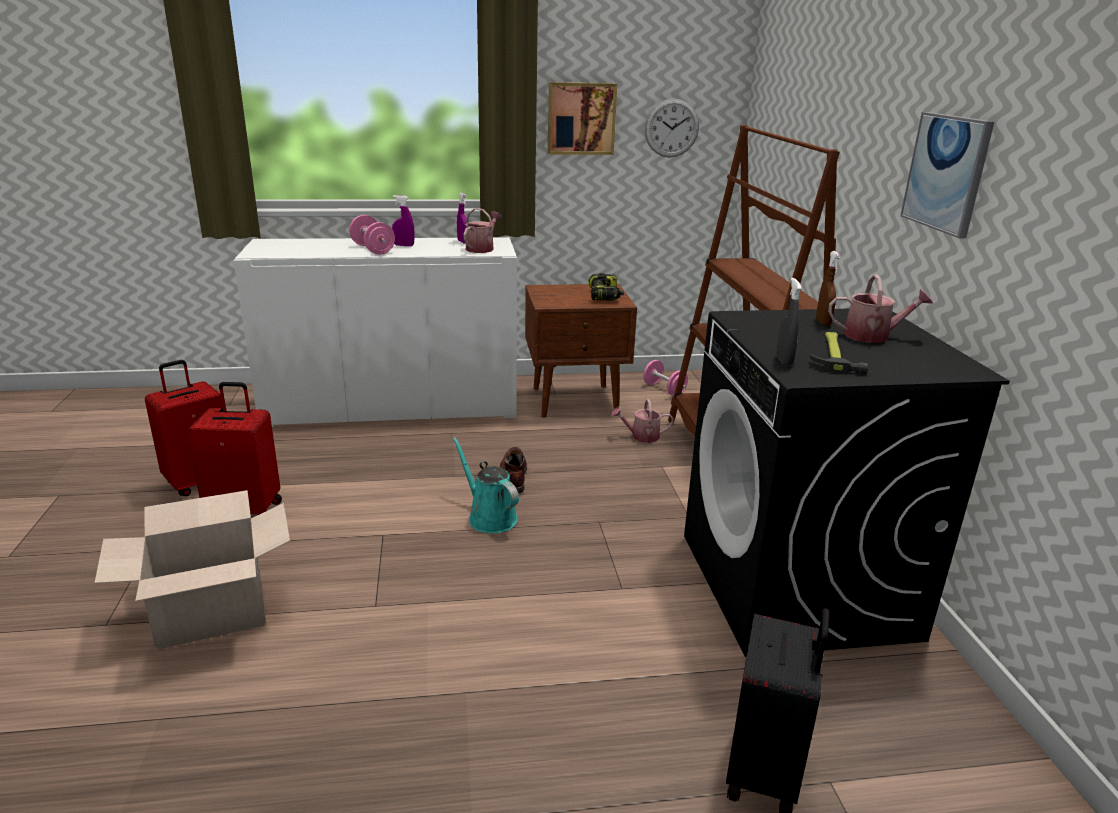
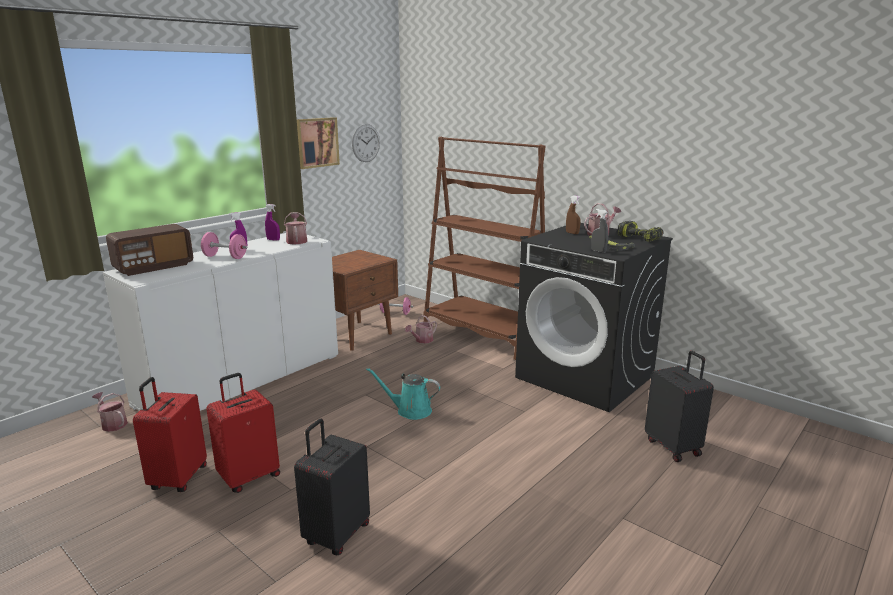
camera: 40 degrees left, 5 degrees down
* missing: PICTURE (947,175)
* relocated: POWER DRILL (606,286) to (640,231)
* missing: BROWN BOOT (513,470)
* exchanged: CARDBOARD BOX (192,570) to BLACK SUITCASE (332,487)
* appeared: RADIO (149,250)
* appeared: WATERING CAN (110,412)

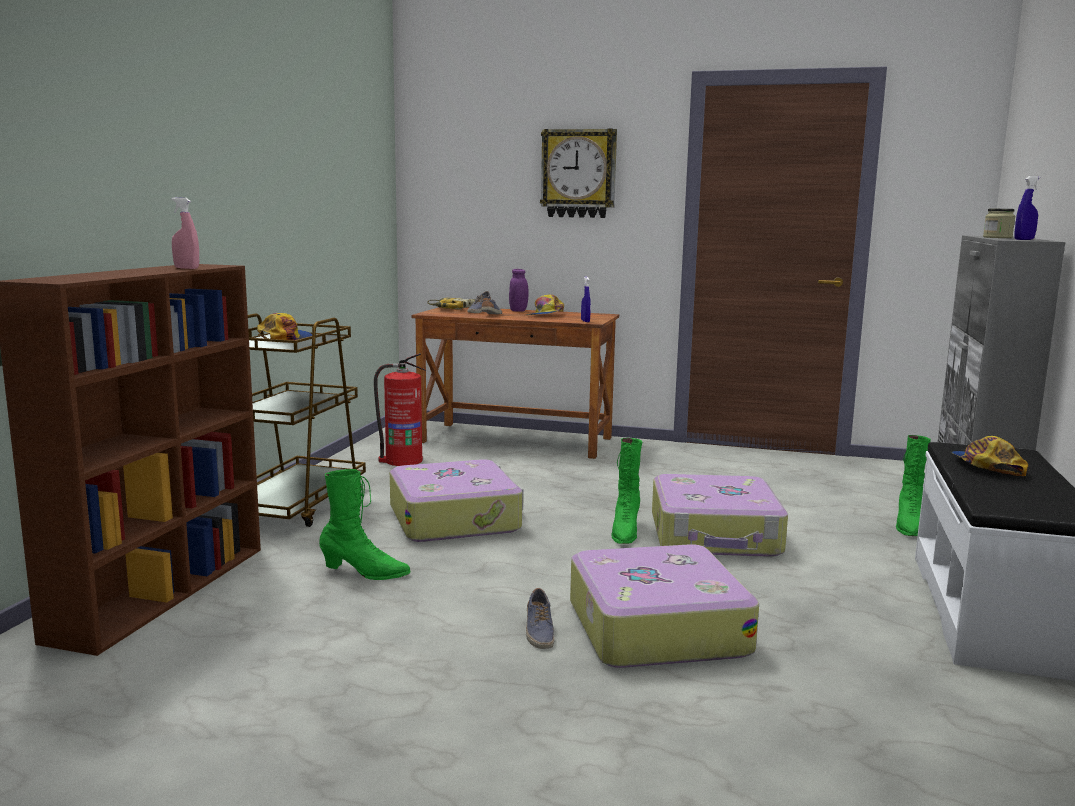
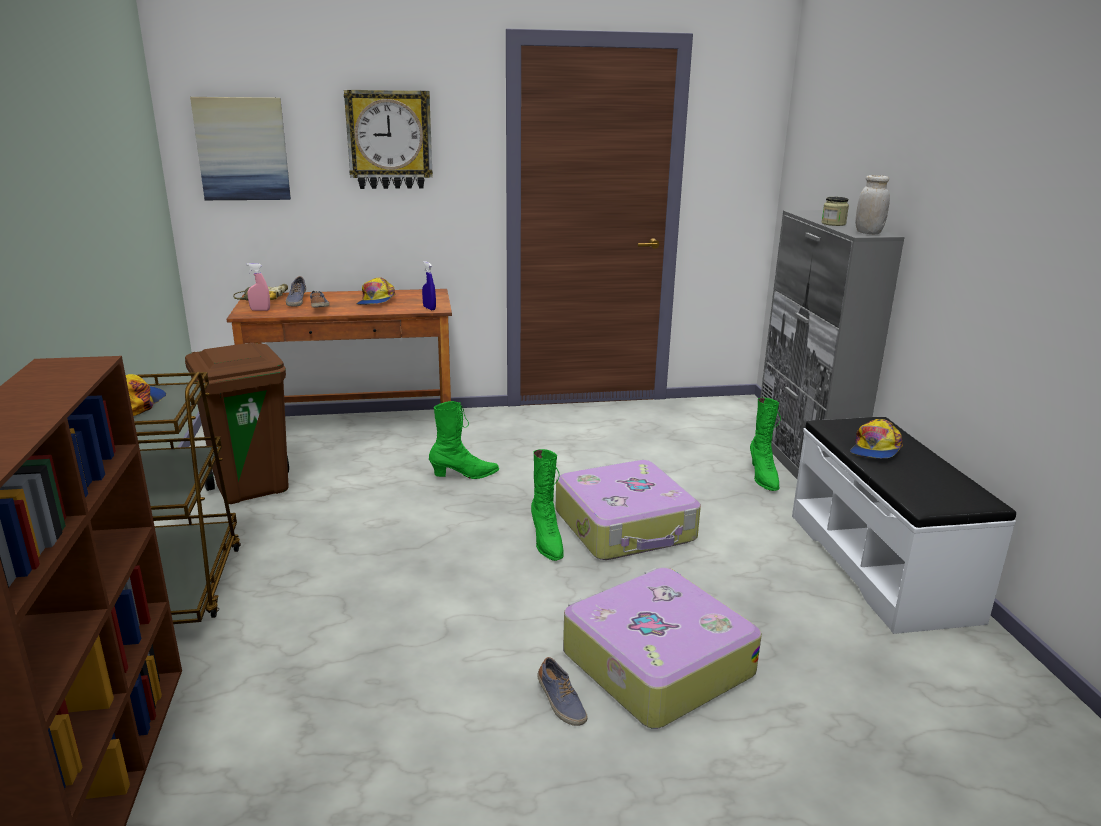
camera: 25 degrees left, 10 degrees up
* exchanged: BLUE SPRAY BOTTLE (1027,208) to WHITE JAR (872,204)
* relocated: PINK SPRAY BOTTLE (185,233) to (258,287)
* missing: PURPLE JAR (519,290)
* exchanged: FIRE EXTINGUISHER (400,409) to BROWN TRASH CAN (237,423)
* spun: CAP (990,456) = (876,438) 120 degrees counterclockwise
* missing: SUITCASE (457,500)
* relocated: GREEN BOOT (364,524) to (464,440)
* appeared: PICTURE (240,148)

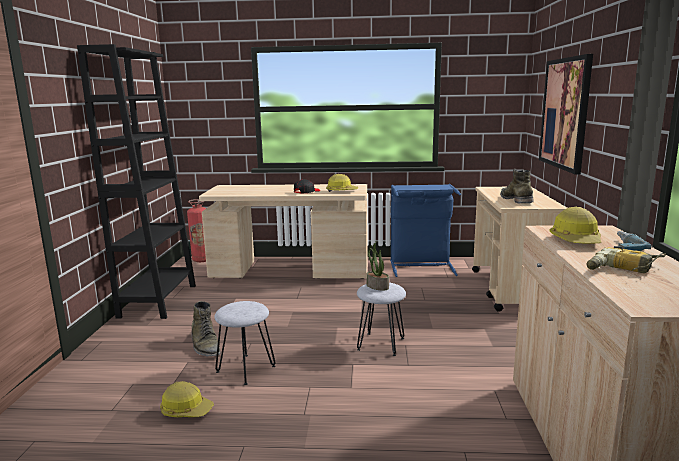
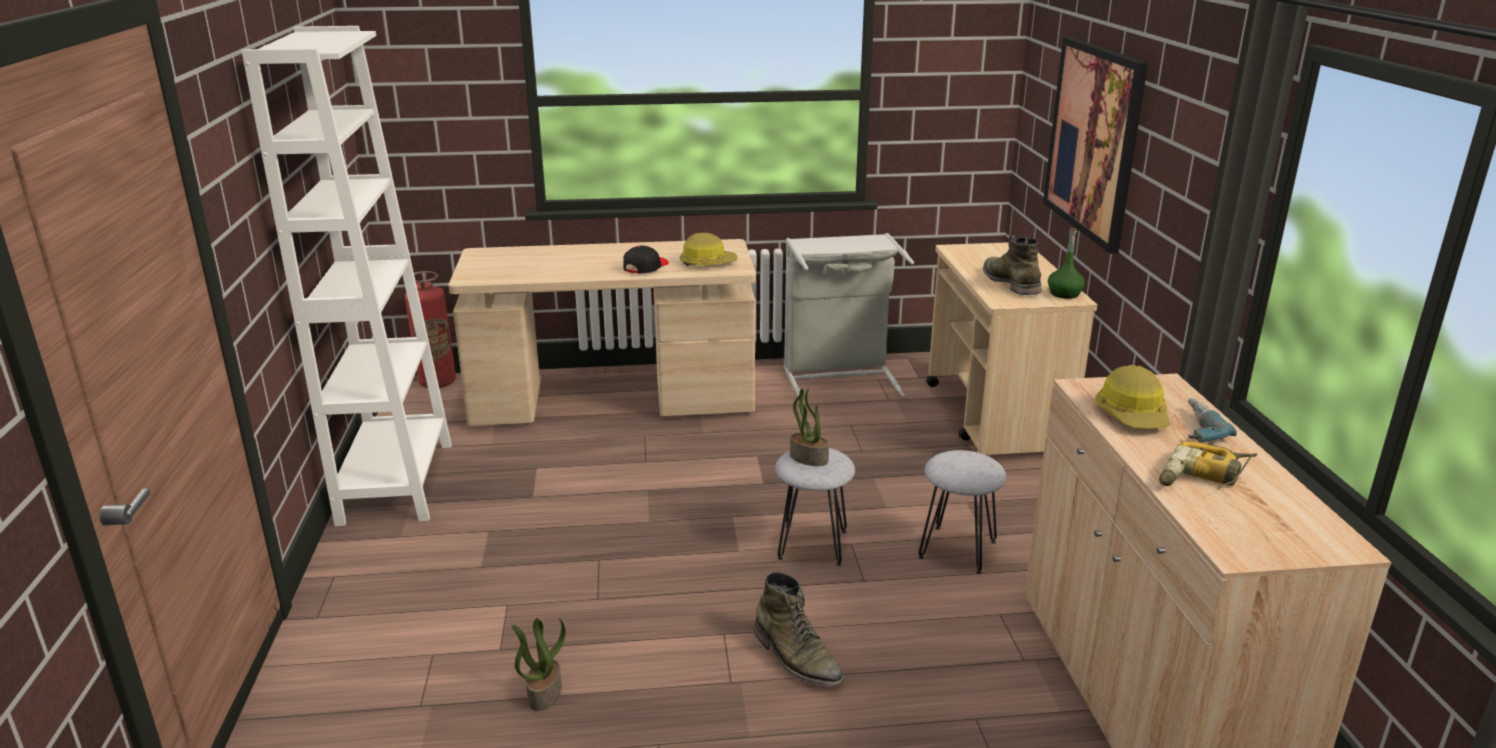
camera: 10 degrees left, 10 degrees up
* colour: BLACK BOOKCASE (136,181) to WHITE BOOKCASE (347,276)
* colour: BLUE LAUNDRY BASKET (425,230) to GREY LAUNDRY BASKET (849,318)
* relocated: GREEN BOOT (206,328) to (798,629)
* relocated: GREY STOOL (245,343) to (962,512)
* exchanged: HARD HAT (187,399) to POTTED PLANT (539,664)
* appeared: GREEN BOTTLE (1066,263)

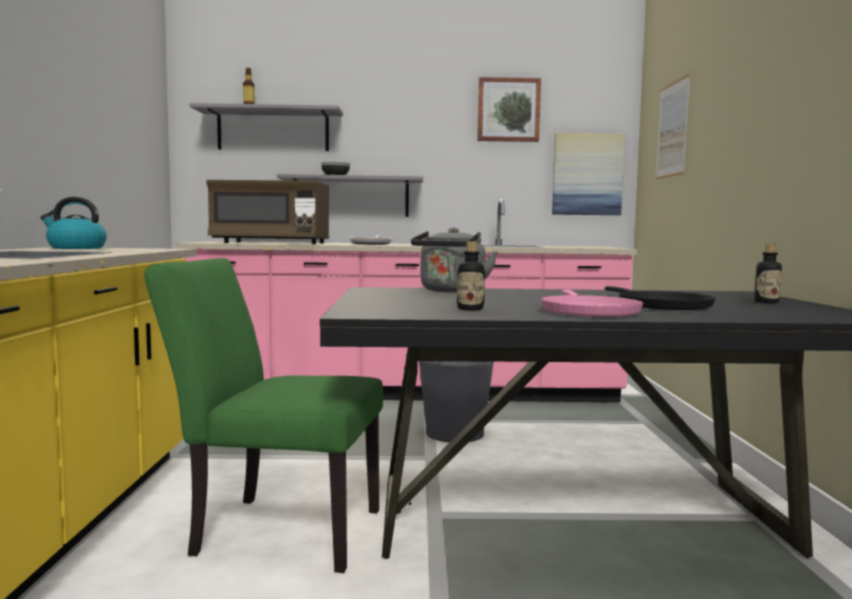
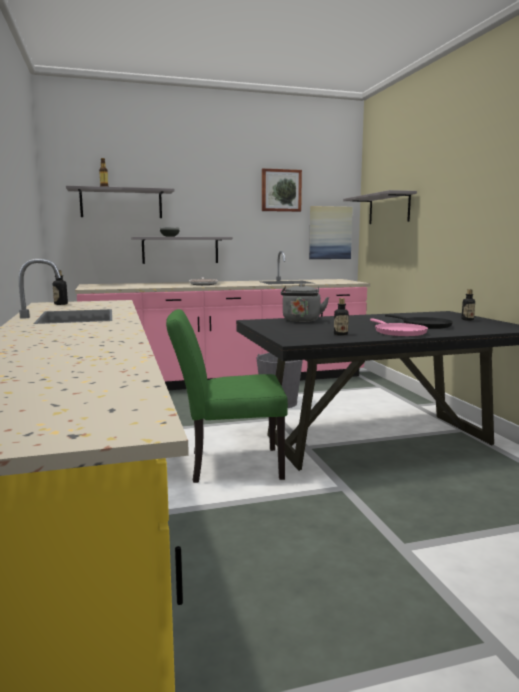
camera: 15 degrees left, 5 degrees up
* exchanged: PICTURE (673,126) to GREY SHELF (380,207)
* missing: BROWN MICROWAVE (268,212)
* exchanged: KETTLE (74,223) to BOTTLE (60,287)

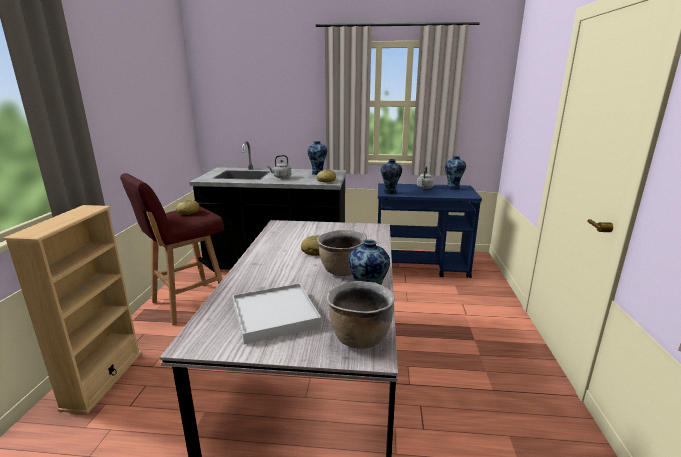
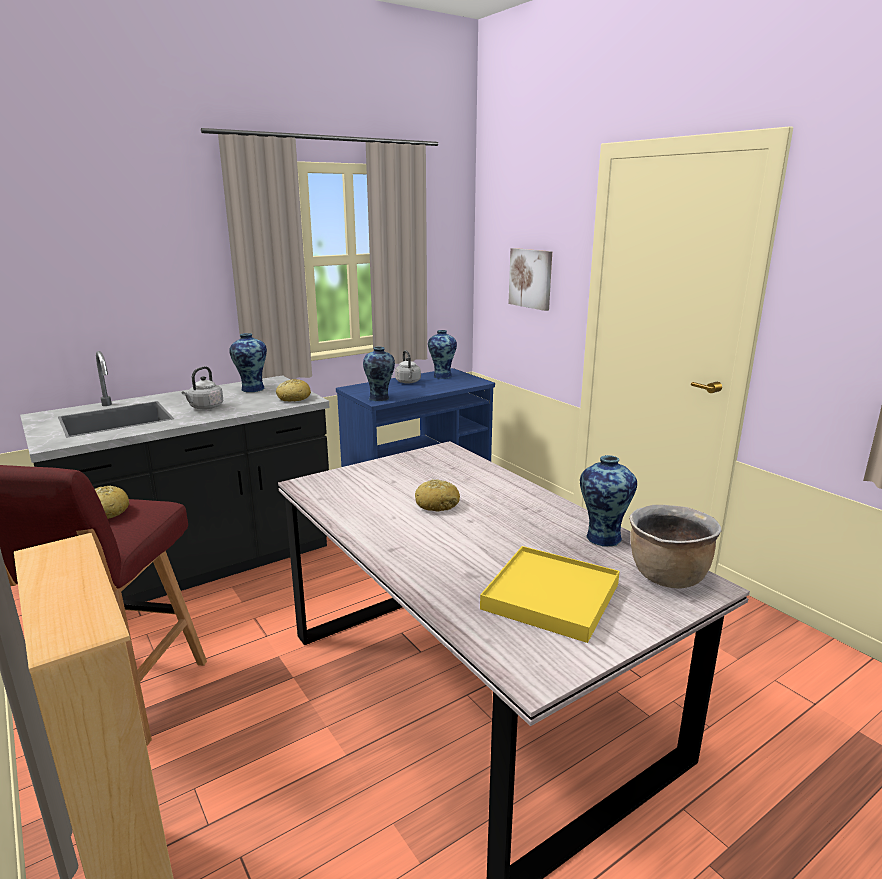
camera: 40 degrees left, 0 degrees up
* missing: BROWN COOKING POT (342,253)
* colour: WHITE TRAY (277,313) to YELLOW TRAY (550,594)
* appeared: PICTURE (530,279)

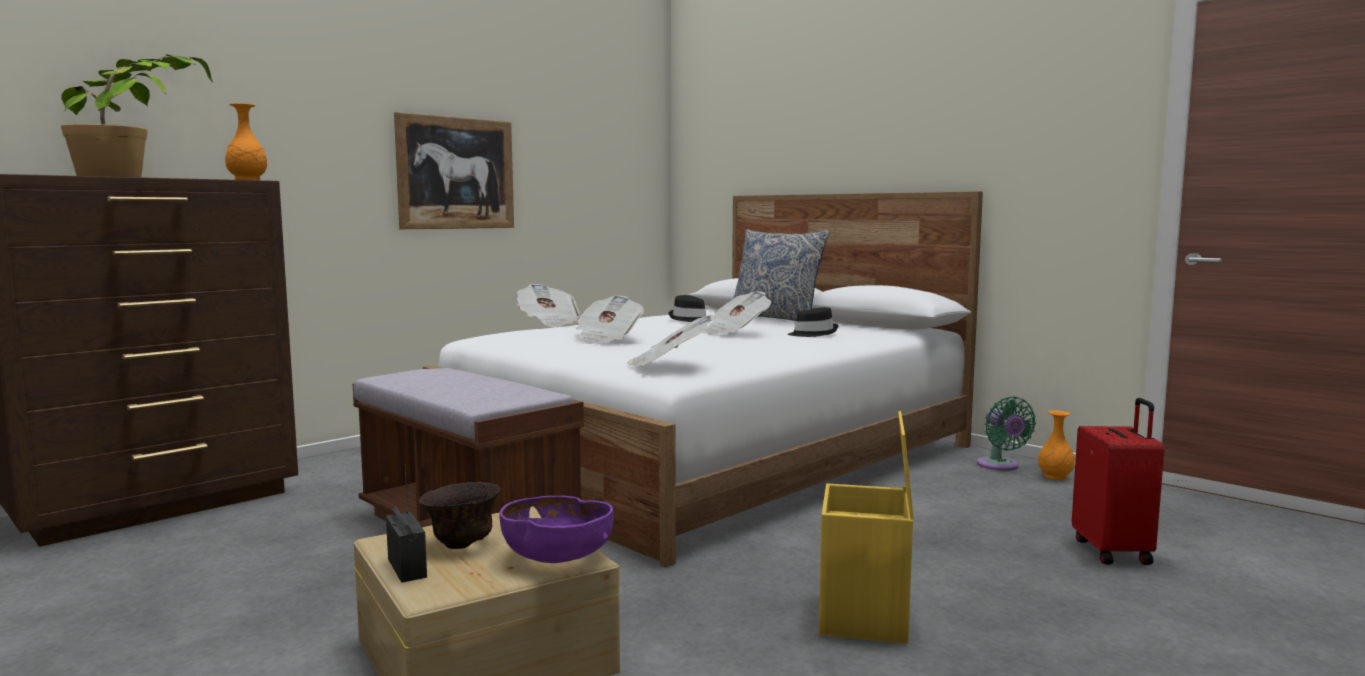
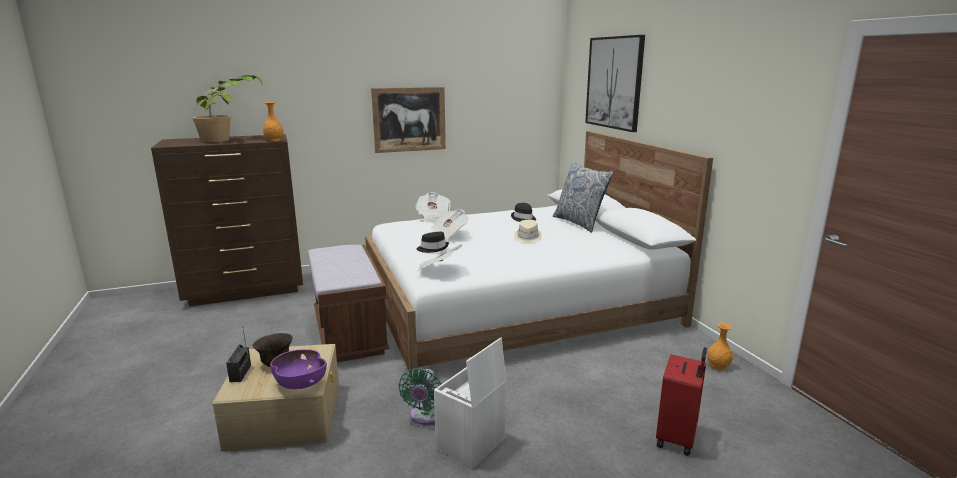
camera: 25 degrees right, 10 degrees up
* exchanged: NEWSPAPER (737,312) to BEIGE HAT (528,231)
* relocated: BLACK HAT (813,322) to (433,242)
* relocated: GREEN FAN (1006,433) to (420,396)
* colour: YELLOW STORAGE BOX (866,527) to WHITE STORAGE BOX (470,403)
* appeared: PICTURE (615,83)

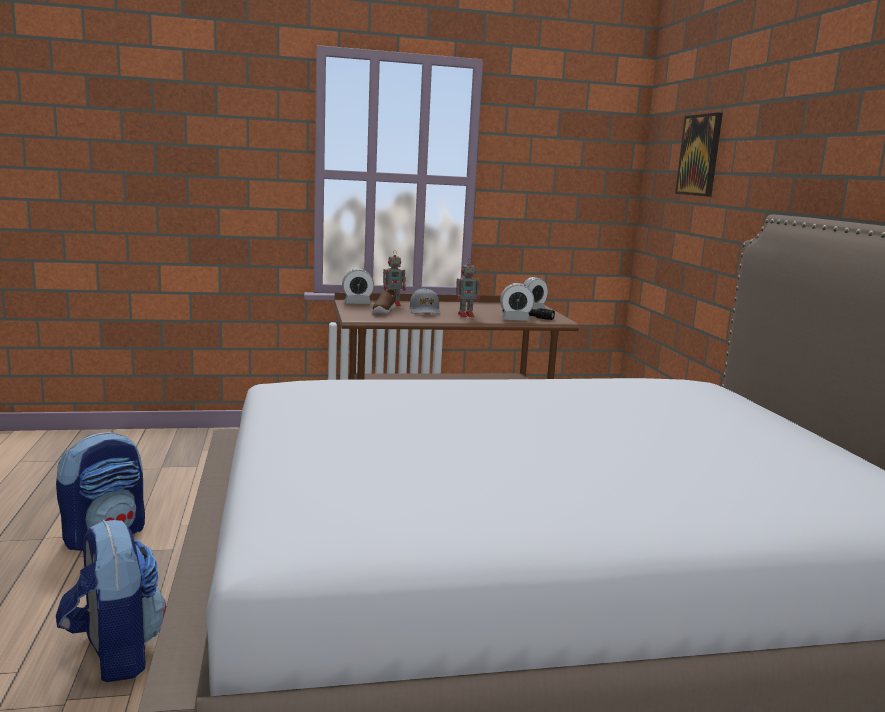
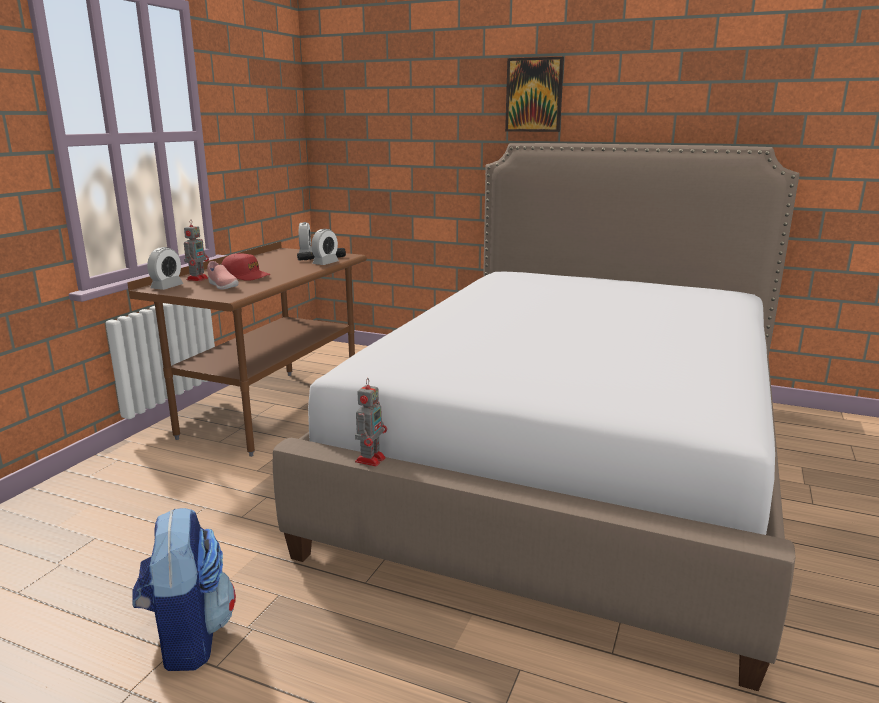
camera: 55 degrees left, 5 degrees up
* relocated: PICTURE (699,155) to (534,94)
* relocated: TOY ROBOT (468,287) to (371,422)
* colour: GREY CAP (424,301) to RED CAP (246,267)
* colour: BROWN SHOE (384,301) to PINK SHOE (223,275)
* missing: BACKPACK (111,601)

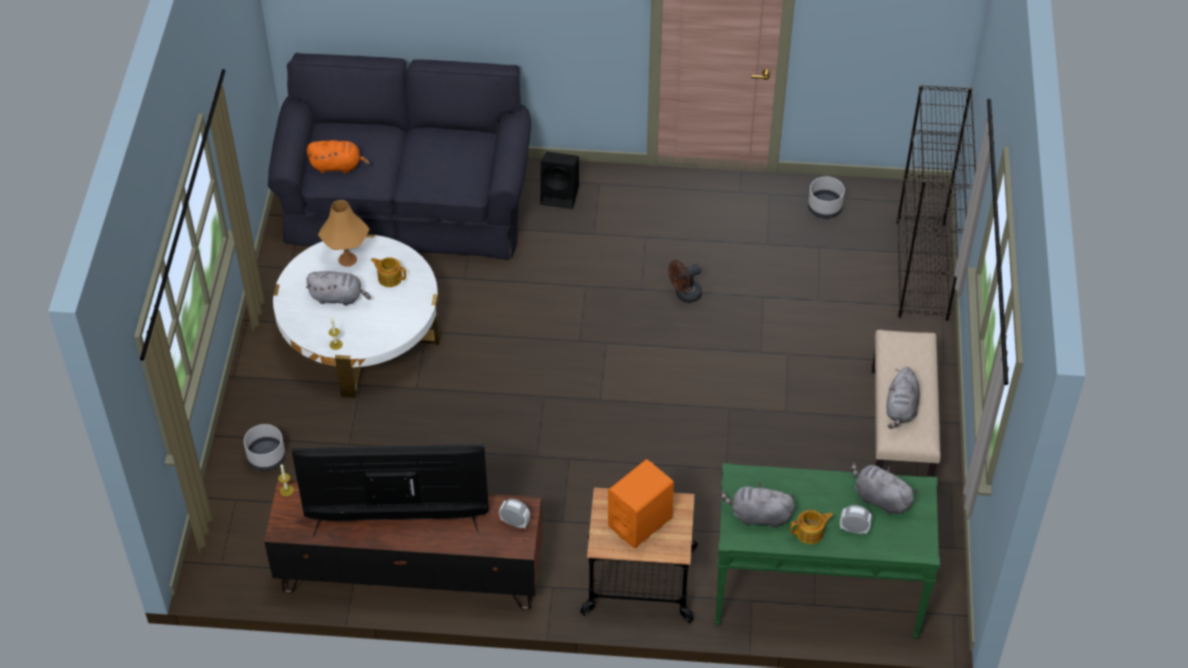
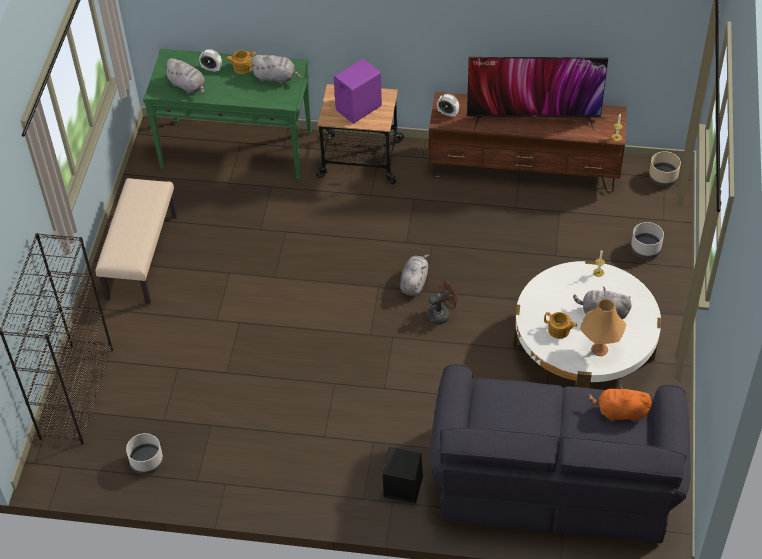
camera: 175 degrees left, 0 degrees up
* relocated: BROWN FAN (685,281) to (442,302)
* relocated: GREY PLUSH TOY (903,398) to (415,275)
* colour: ORANGE SPEAKER (641,503) to PURPLE SPEAKER (358,91)
* appeared: BEIGE PLANTER (665,169)

